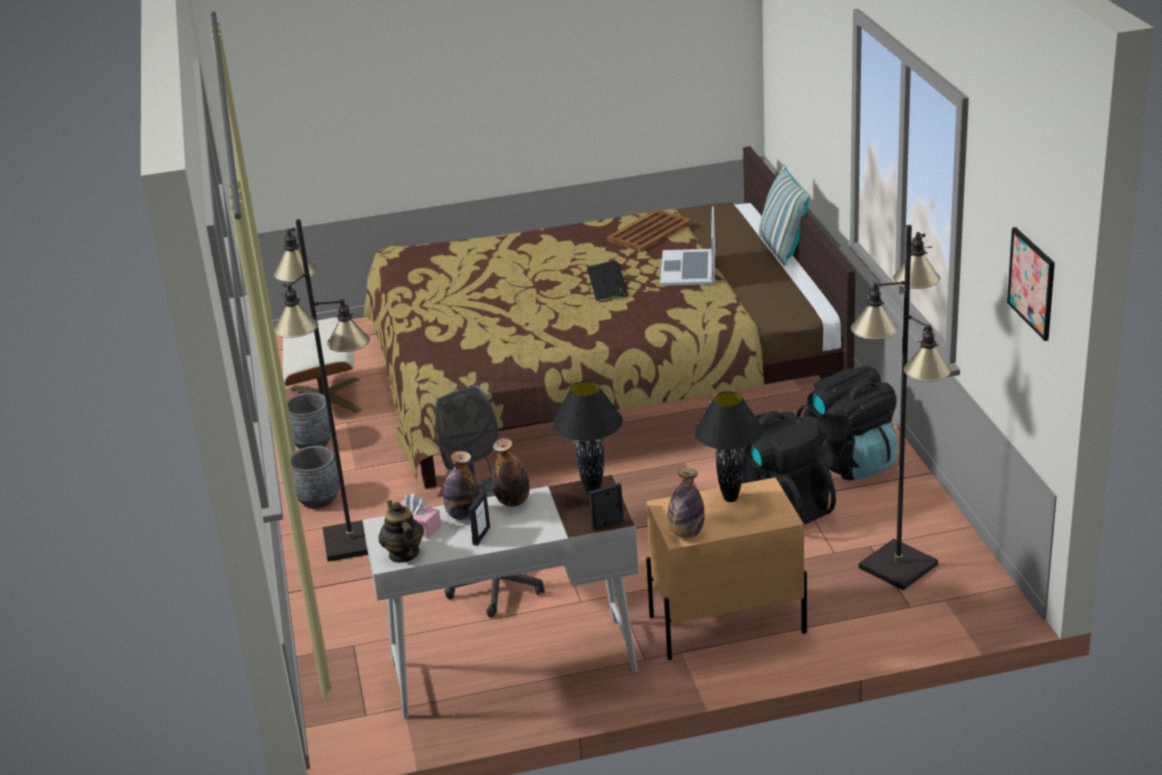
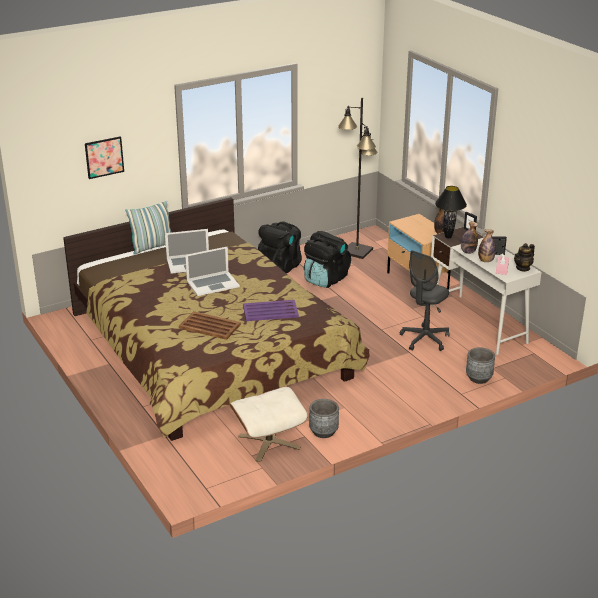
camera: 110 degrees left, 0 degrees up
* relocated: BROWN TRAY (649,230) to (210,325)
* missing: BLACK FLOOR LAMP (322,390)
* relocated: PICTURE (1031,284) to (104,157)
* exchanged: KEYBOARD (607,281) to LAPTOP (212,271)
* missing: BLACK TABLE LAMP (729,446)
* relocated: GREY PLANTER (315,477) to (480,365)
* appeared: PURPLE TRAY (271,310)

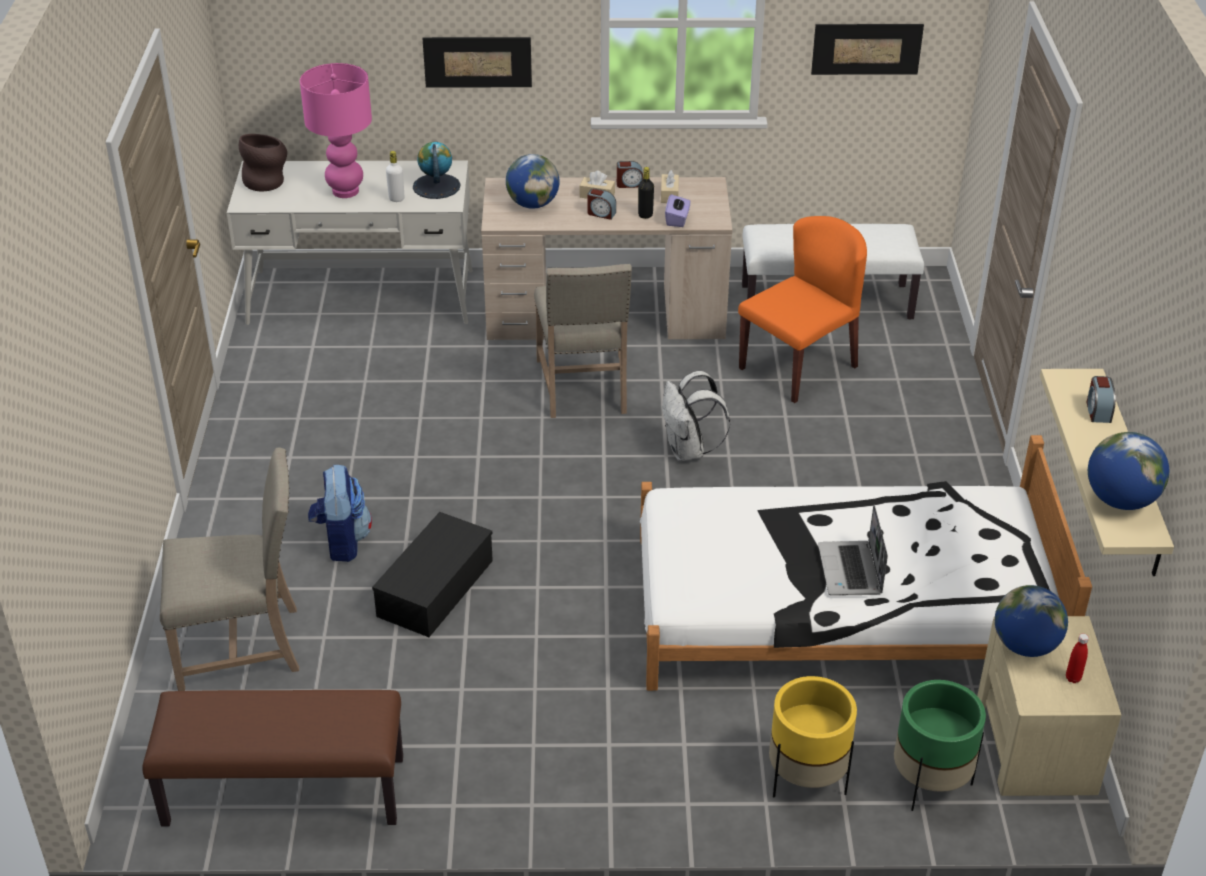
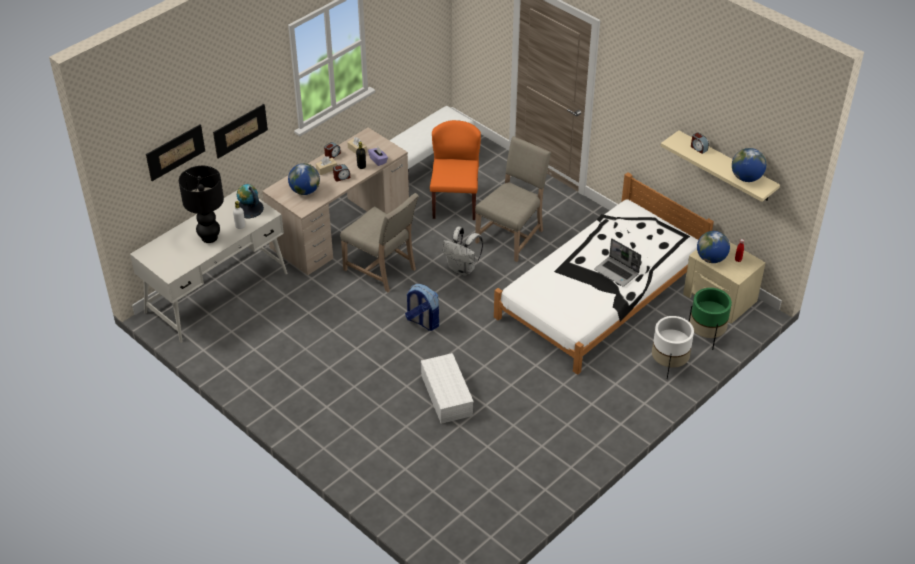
camera: 45 degrees left, 5 degrees up
* relocated: PICTURE (867,49) to (175,152)
* colour: PINK TABLE LAMP (336,130) to BLACK TABLE LAMP (201,204)
* missing: BROWN VASE (263,162)
* relocated: BEIGE CHAIR (229,569) to (513,199)
* relocated: BACKPACK (340,513) to (422,307)
* colour: BLACK STORAGE BOX (432,574) to WHITE STORAGE BOX (447,388)
* colour: YELLOW PLANTER (813,736) to WHITE PLANTER (673,347)
* missing: BROWN BENCH (272,758)

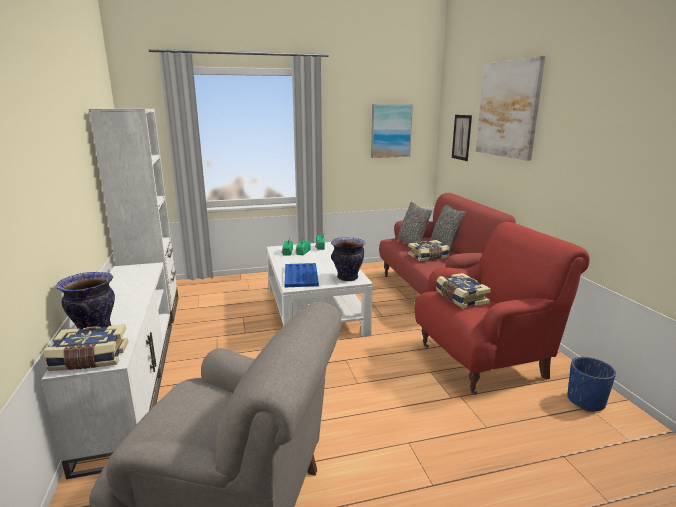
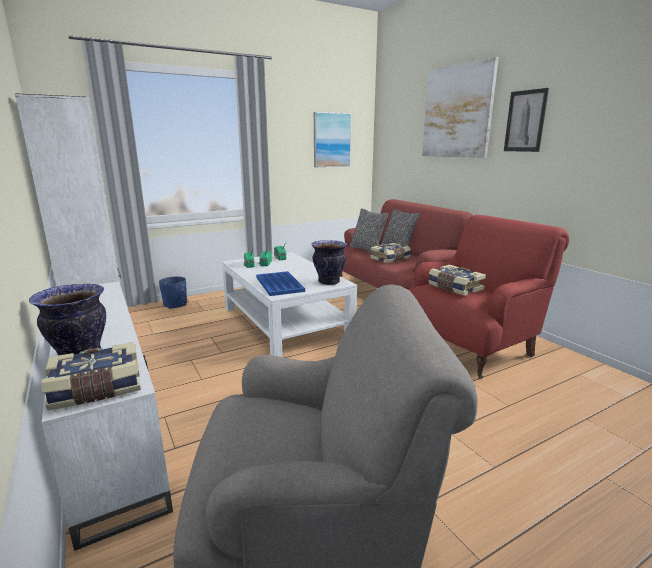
camera: 15 degrees left, 0 degrees up
* relocated: PICTURE (462,138) to (526,120)
* relocated: BLUE PLANTER (591,384) to (173,292)

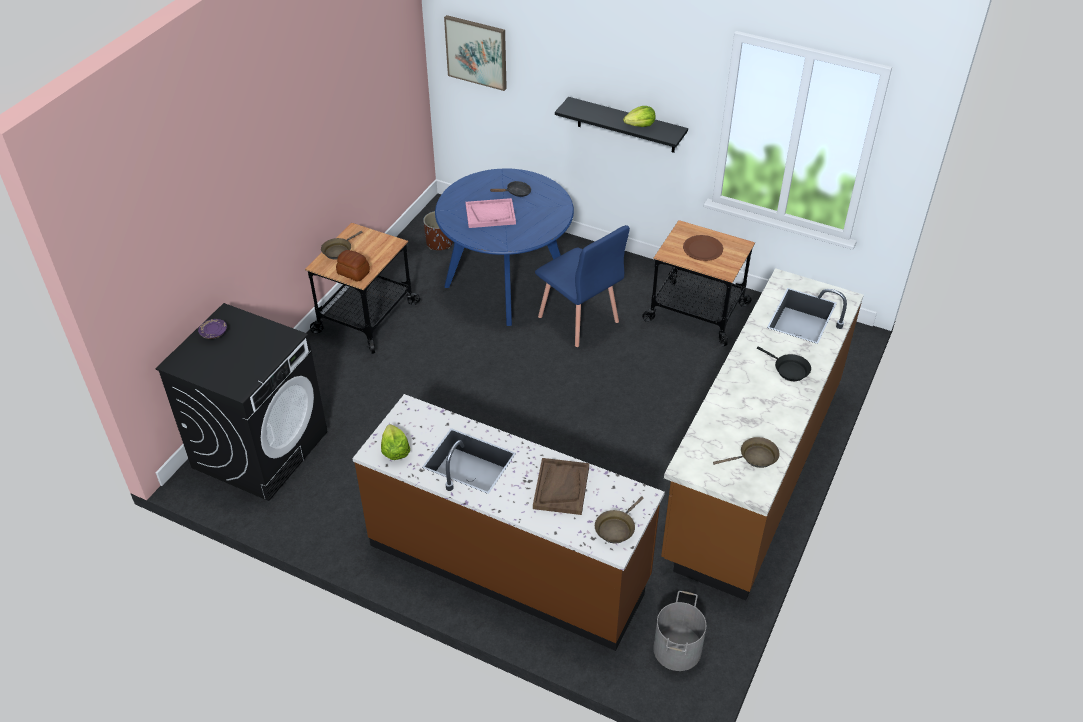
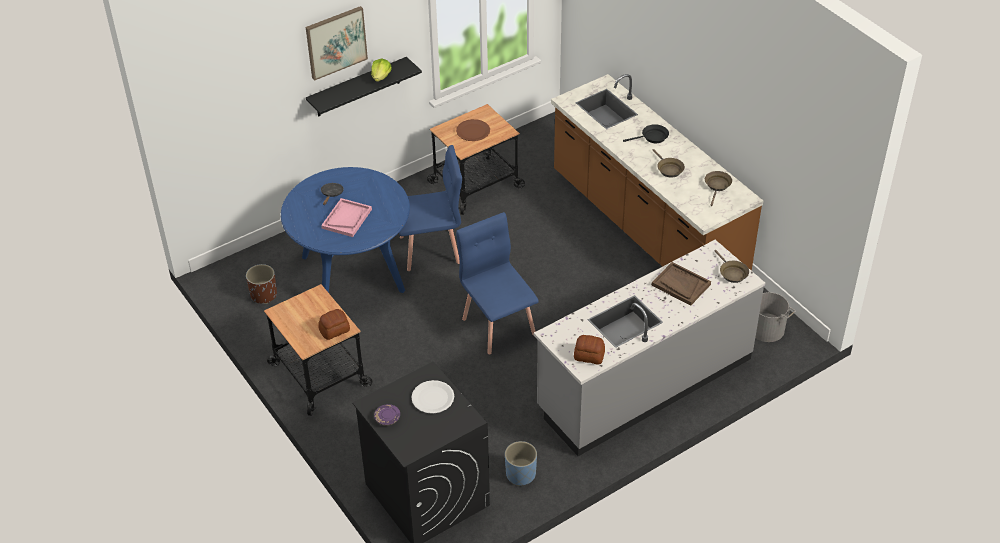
camera: 60 degrees left, 0 degrees up
* relocated: PICTURE (475,53) to (337,43)
* relocated: BROWN FRYING PAN (341,245) to (669,163)
* colour: BROWN COUNTER (508,522) to GREY COUNTER (649,348)
* exchanged: LETTUCE (395,442) to BREAD (589,350)
* appeared: BLUE CHAIR (497,283)
* appeared: WHITE PLATE (432,397)
* appeared: BLUE PLANTER (521,463)

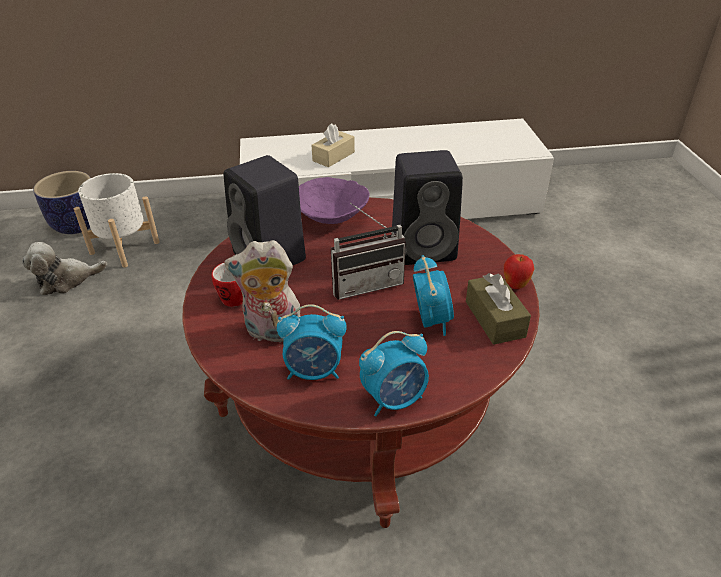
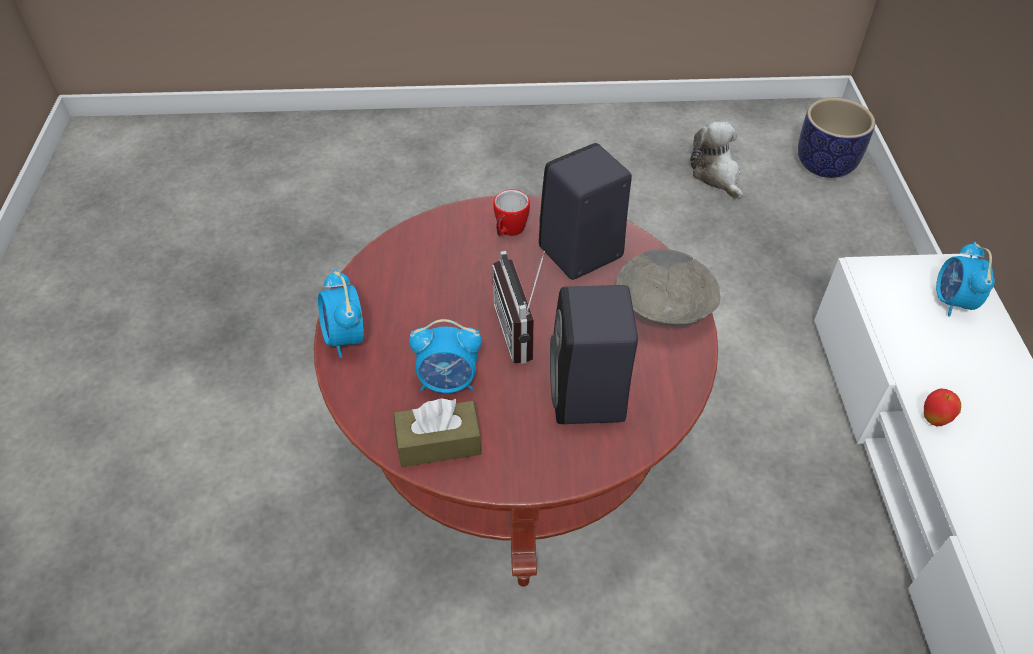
camera: 95 degrees right, 10 degrees up
* missing: BEIGE TISSUE BOX (333,145)
* missing: WHITE PLANTER (117,220)
* colour: PURPLE BOWL (334,200) to GREY BOWL (668,287)
* missing: PLUSH TOY (262,291)
* relocated: APPLE (519,271) to (942,407)
* relocated: ALARM CLOCK (312,342) to (965,279)

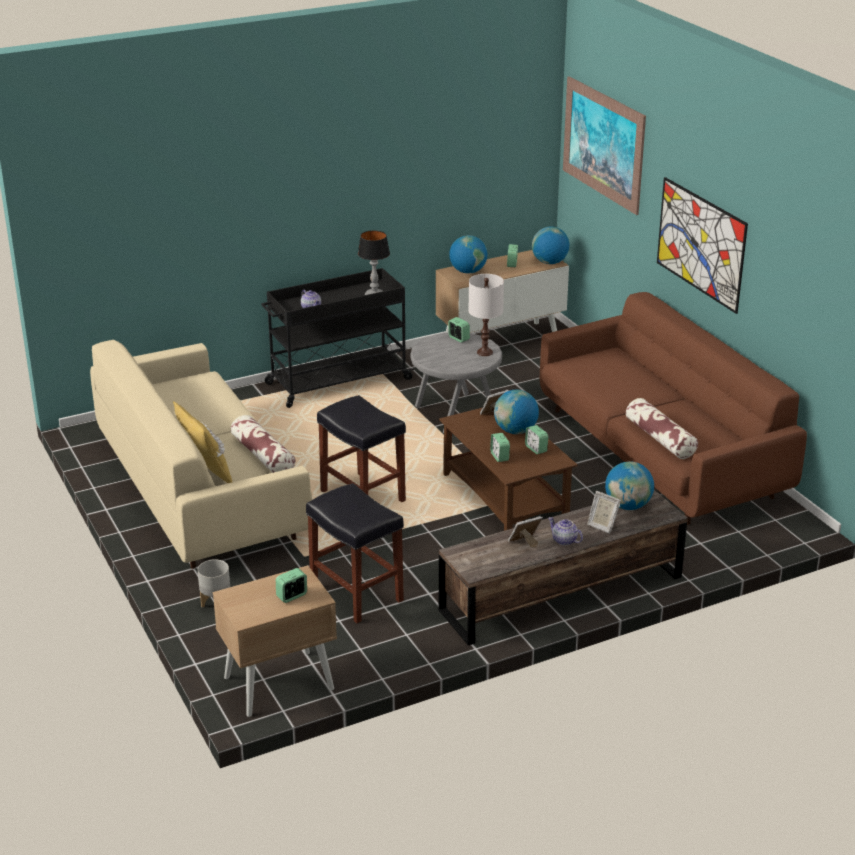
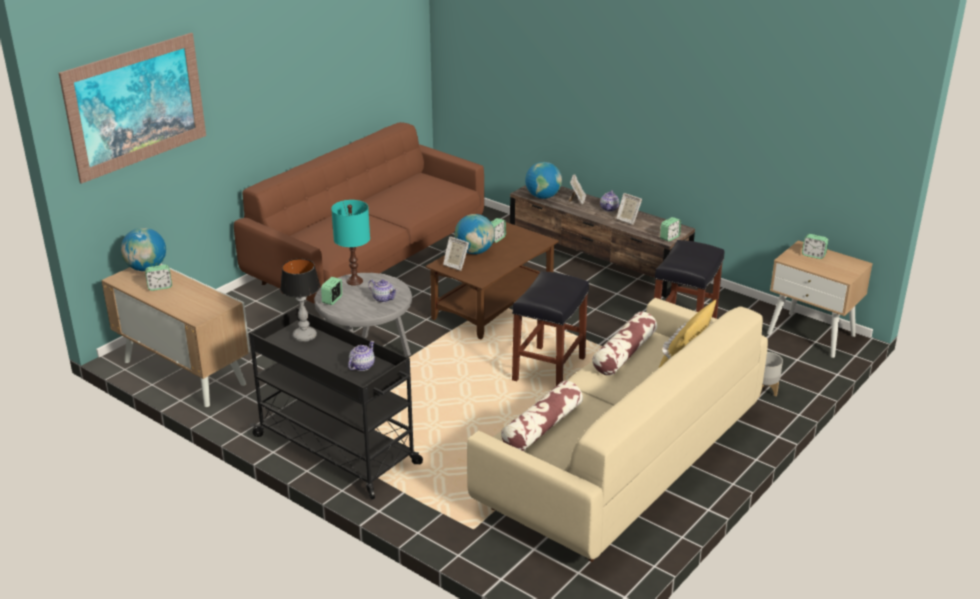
camera: 115 degrees left, 0 degrees up
* missing: PICTURE (702,245)
* missing: GLOBE (468,254)
* colour: WHITE TABLE LAMP (486,315) to TURQUOISE TABLE LAMP (350,243)
* relocated: PILLOW (662,428) to (542,416)
* relocated: ALARM CLOCK (500,447) to (670,229)
* appeared: TEAPOT (383,291)

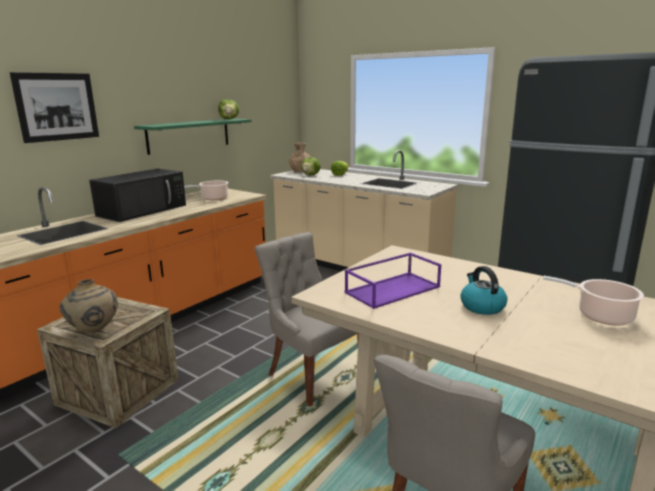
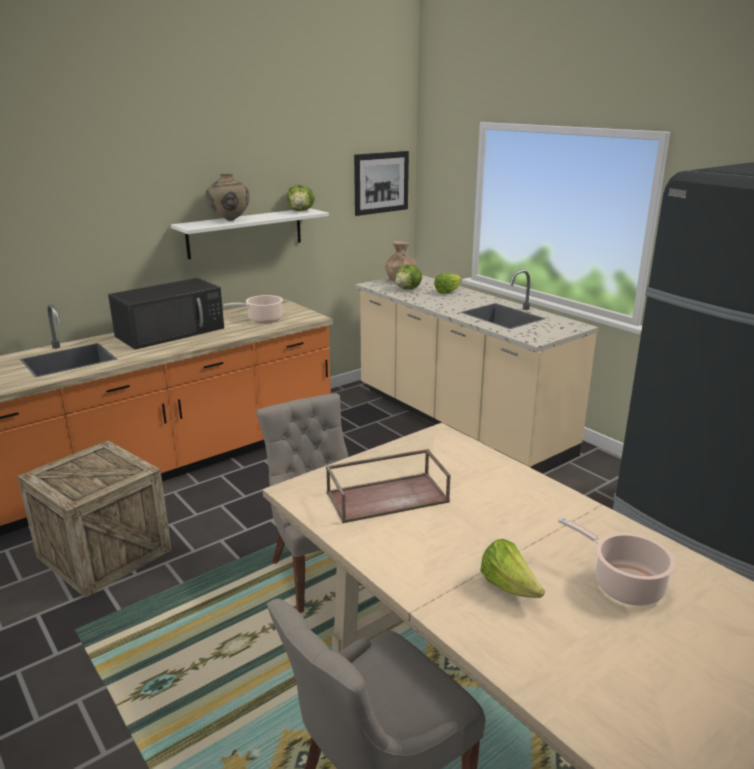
camera: 15 degrees right, 5 degrees up
* relocated: PICTURE (54,107) to (381,183)
* colour: GREEN SHELF (193,137) to WHITE SHELF (250,233)
* colour: PURPLE TRAY (393,280) to BROWN TRAY (388,486)
* missing: KETTLE (483,290)
* relocated: BEIGE VASE (89,306) to (228,197)
* appeared: LETTUCE (512,568)

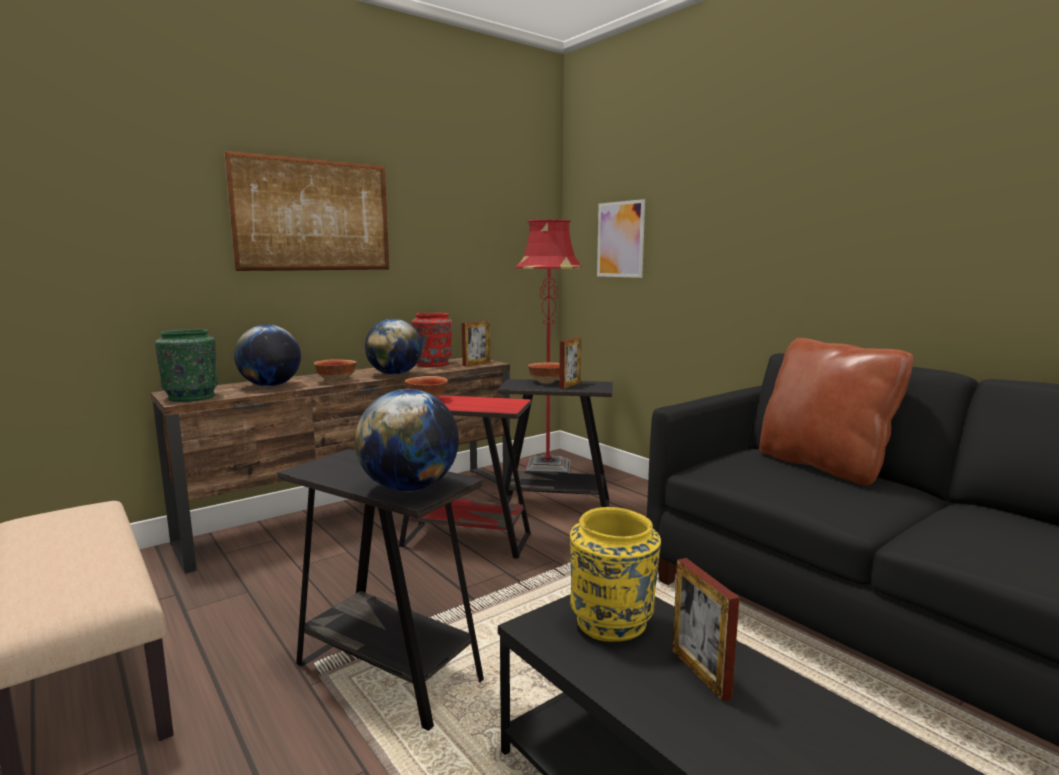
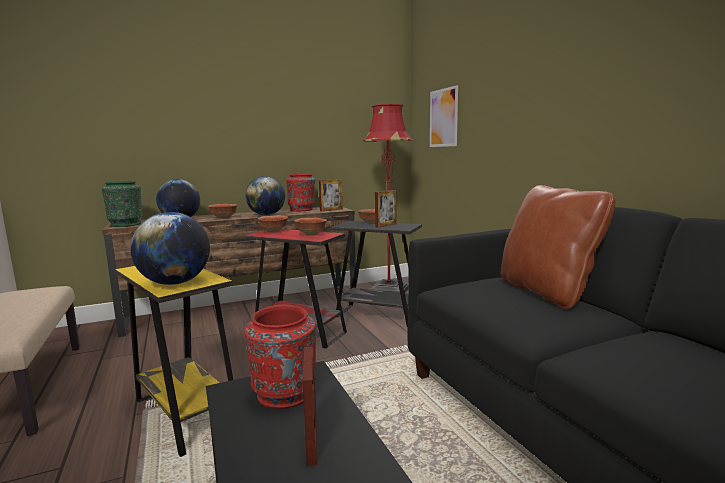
camera: 15 degrees right, 0 degrees up
* missing: PICTURE (306,211)
* colour: BLACK SIDE TABLE (380,590) to YELLOW SIDE TABLE (174,361)
* colour: YELLOW VASE (615,574) to RED VASE (280,356)
* appeared: BOWL (311,227)

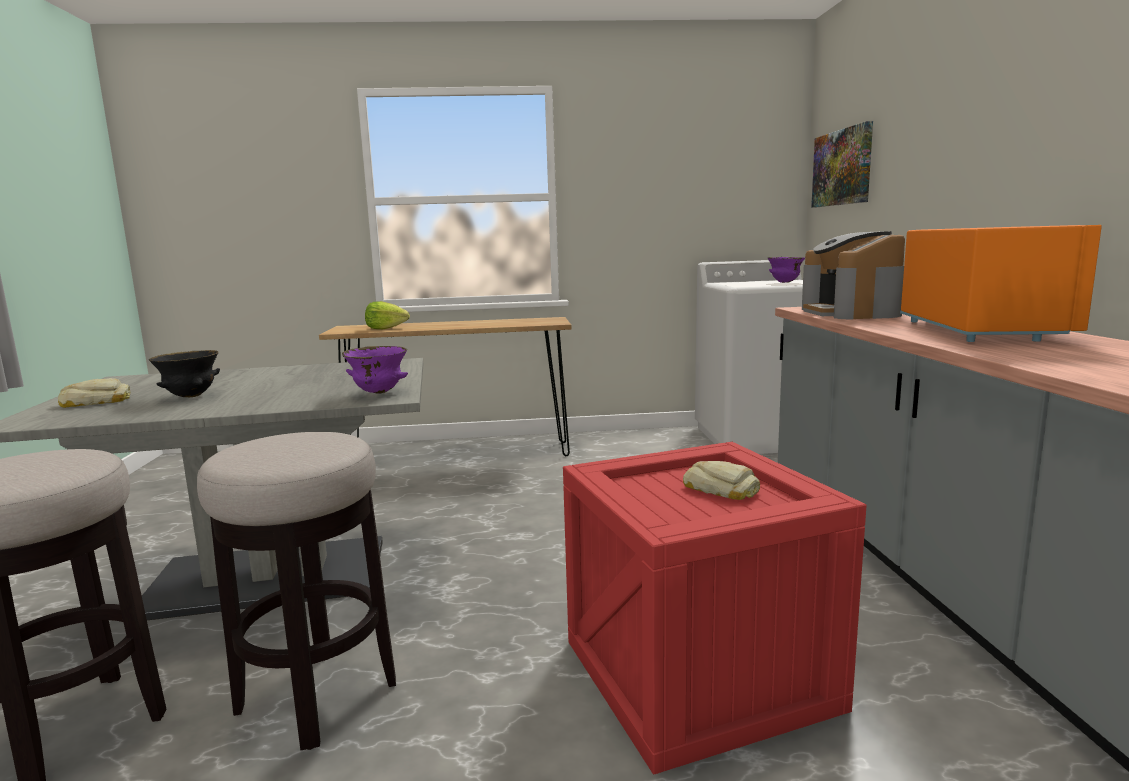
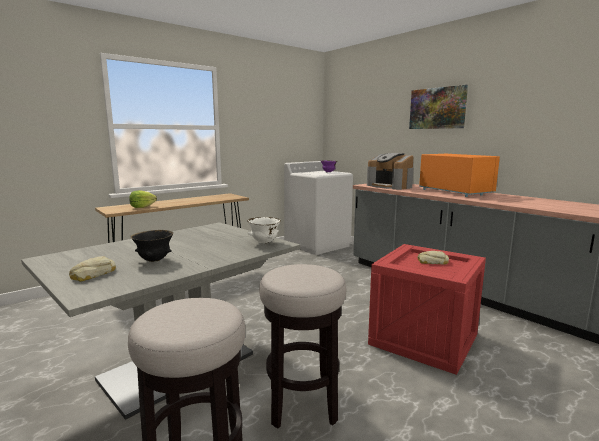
camera: 35 degrees left, 0 degrees up
* relocated: PICTURE (842,164) to (438,107)
* colour: PURPLE BOWL (375,370) to WHITE BOWL (264,230)

